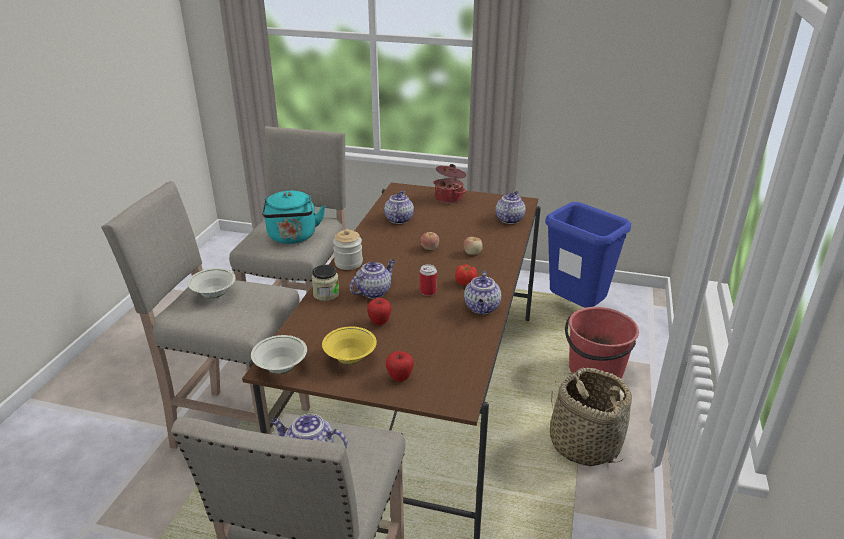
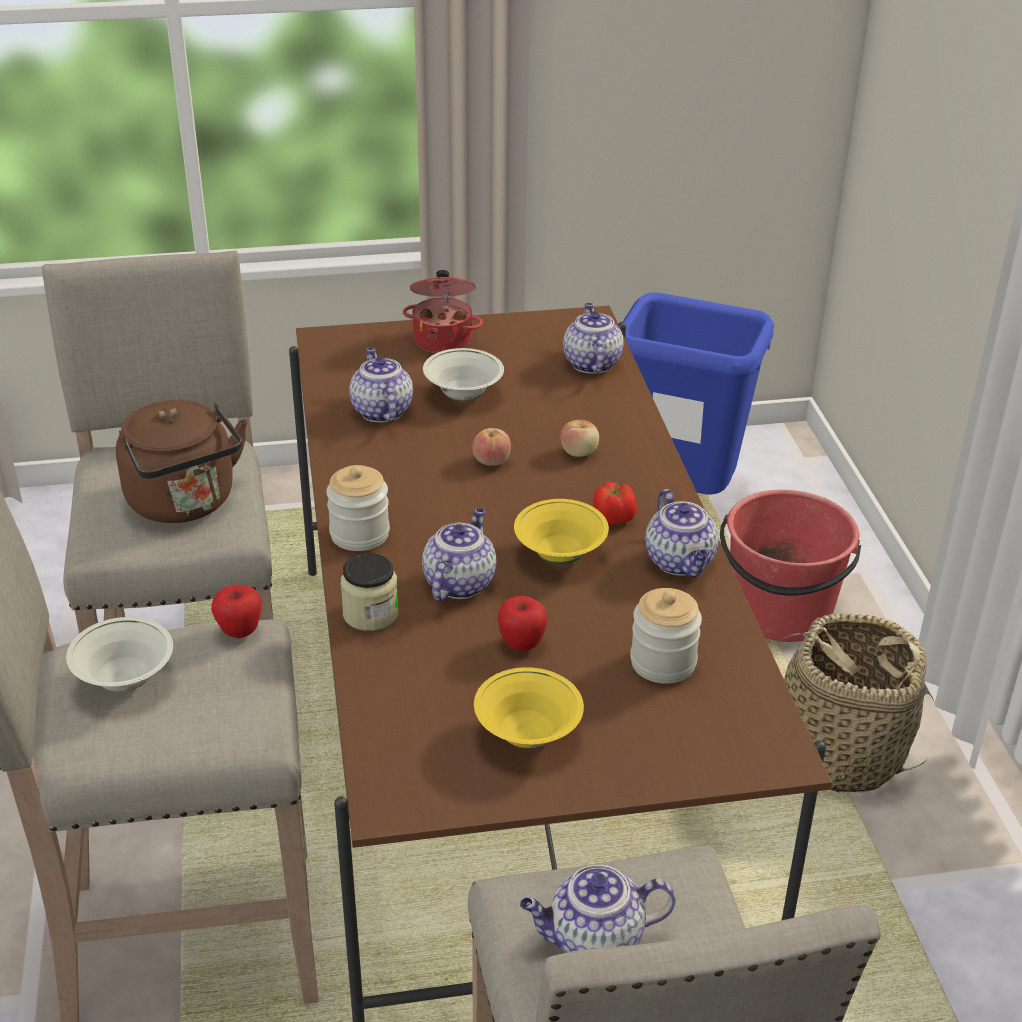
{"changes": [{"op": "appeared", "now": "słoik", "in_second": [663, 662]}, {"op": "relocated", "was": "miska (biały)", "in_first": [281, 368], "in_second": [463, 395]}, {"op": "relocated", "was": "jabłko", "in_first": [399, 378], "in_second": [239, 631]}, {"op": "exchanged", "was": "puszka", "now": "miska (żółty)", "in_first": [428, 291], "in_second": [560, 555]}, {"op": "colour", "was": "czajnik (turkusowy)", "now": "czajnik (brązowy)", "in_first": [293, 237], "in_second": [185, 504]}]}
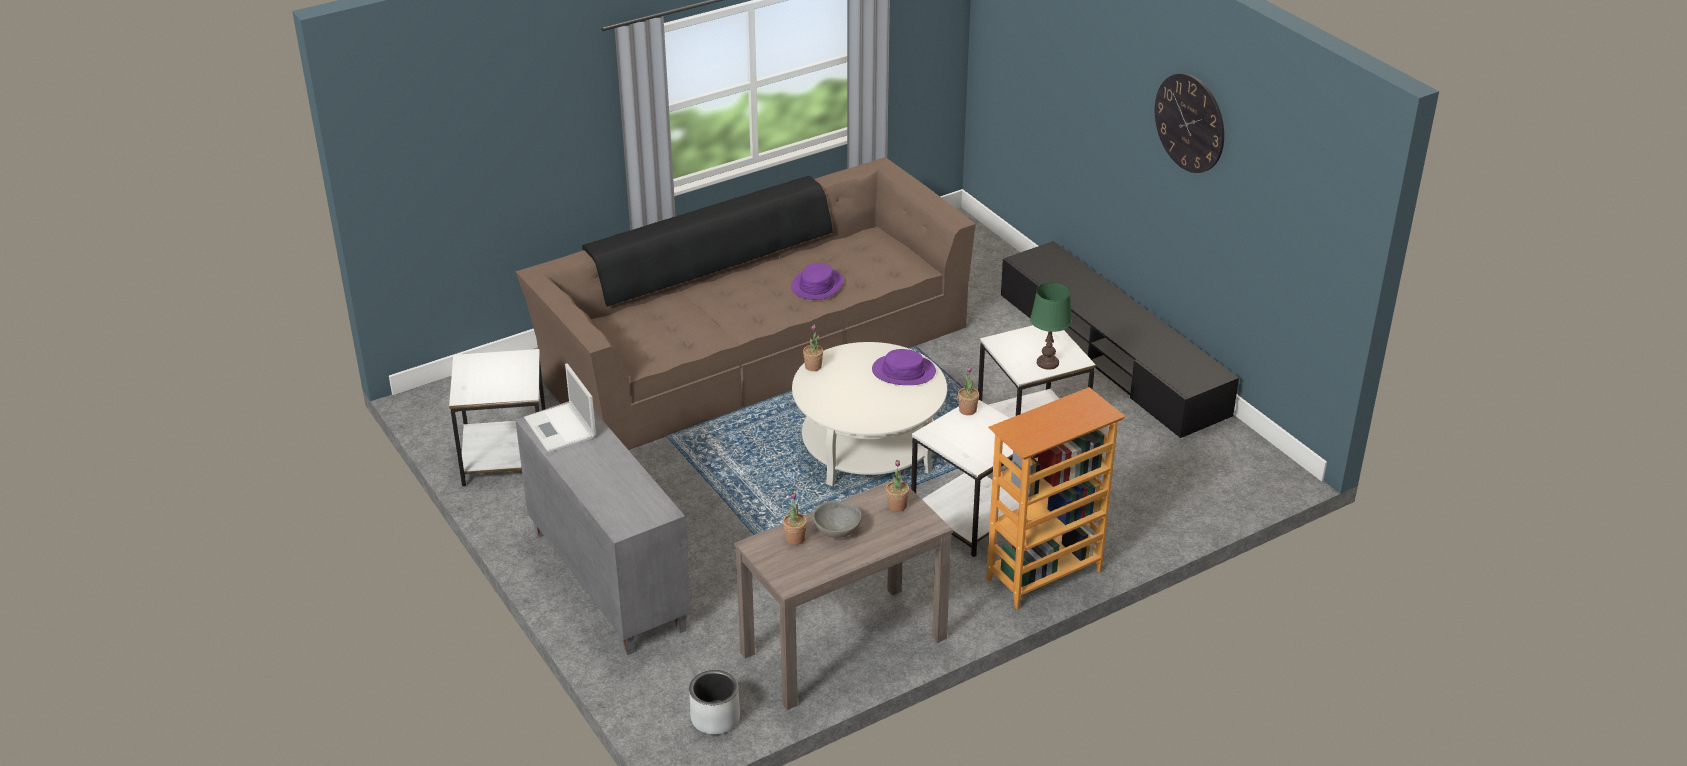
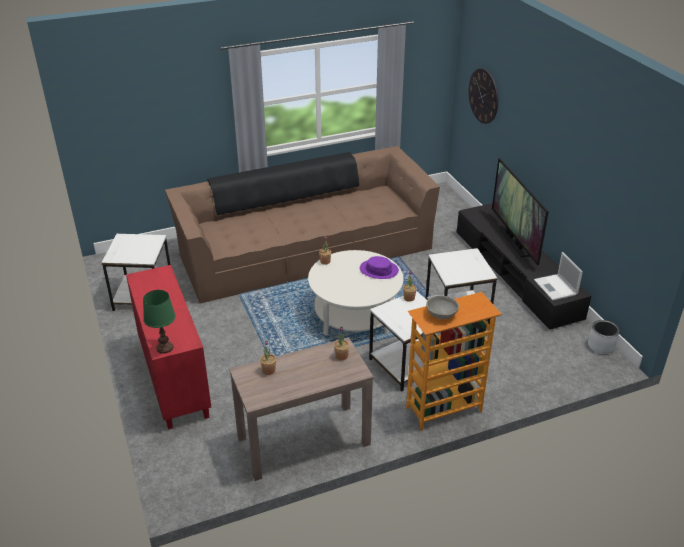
{"changes": [{"op": "missing", "was": "kapelusz (fioletowy)", "in_first": [817, 285]}, {"op": "appeared", "now": "telewizor", "in_second": [514, 241]}, {"op": "relocated", "was": "laptop", "in_first": [561, 429], "in_second": [556, 288]}, {"op": "relocated", "was": "donica (szary)", "in_first": [715, 718], "in_second": [601, 346]}, {"op": "relocated", "was": "miska (szary)", "in_first": [838, 530], "in_second": [442, 314]}, {"op": "relocated", "was": "lampa stołowa (zielony)", "in_first": [1048, 363], "in_second": [165, 348]}, {"op": "relocated", "was": "zegar ścienny", "in_first": [1190, 123], "in_second": [483, 96]}, {"op": "colour", "was": "szafka (szary)", "now": "szafka (czerwony)", "in_first": [606, 580], "in_second": [173, 378]}]}
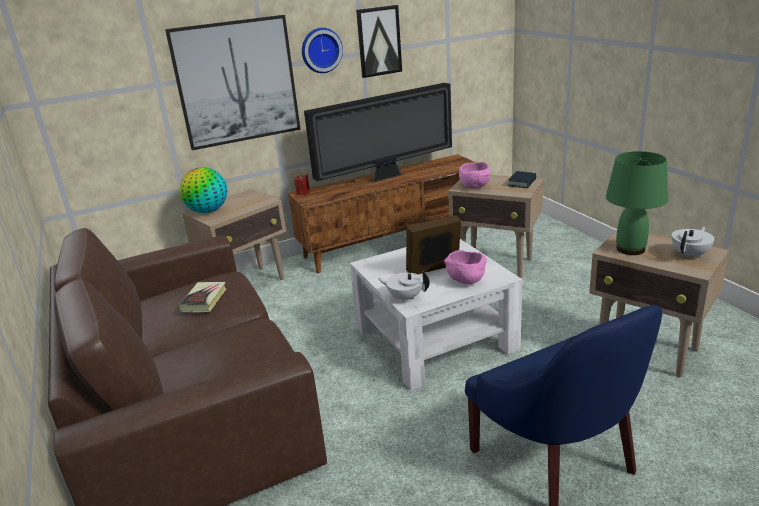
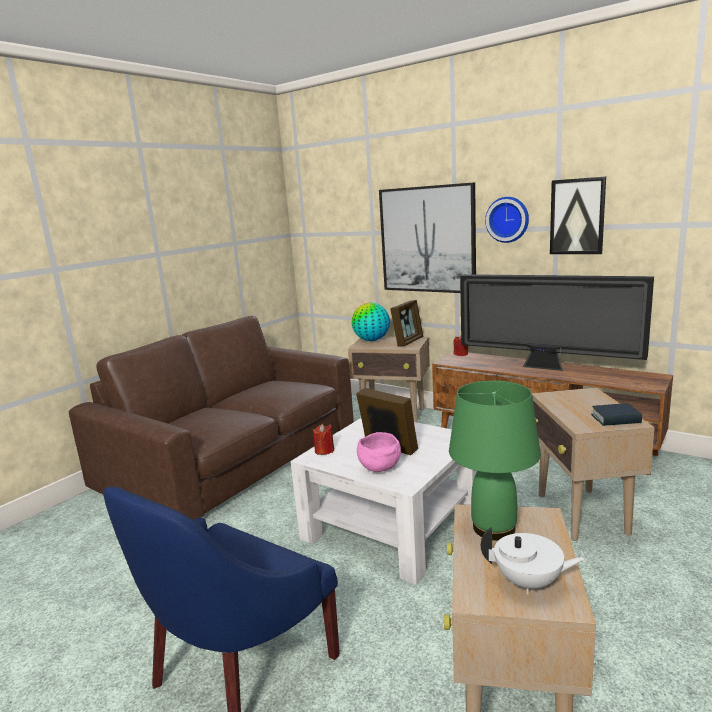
{"changes": [{"op": "missing", "was": "książka", "in_first": [204, 300]}, {"op": "missing", "was": "miska (różowy)", "in_first": [475, 187]}, {"op": "appeared", "now": "ramka na zdjęcie", "in_second": [408, 341]}, {"op": "exchanged", "was": "imbryk (biały)", "now": "świeca (czerwony)", "in_first": [405, 297], "in_second": [324, 451]}]}
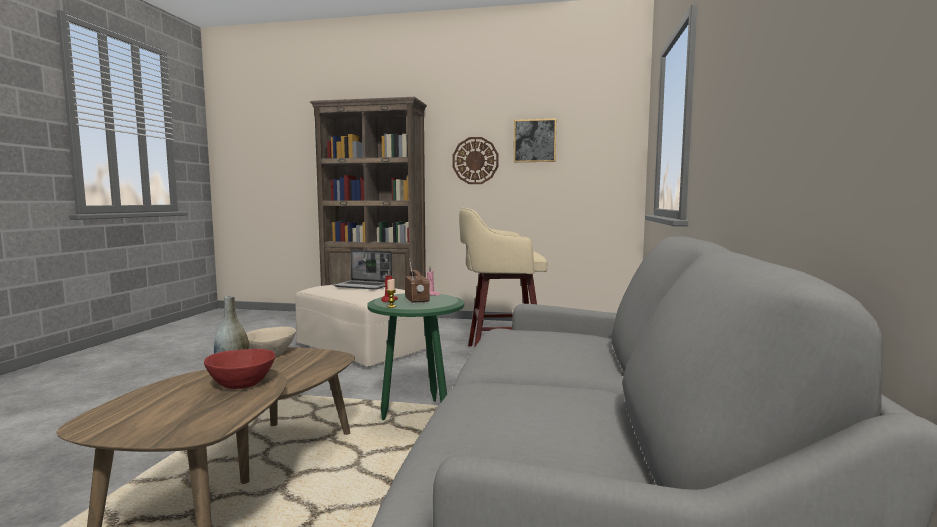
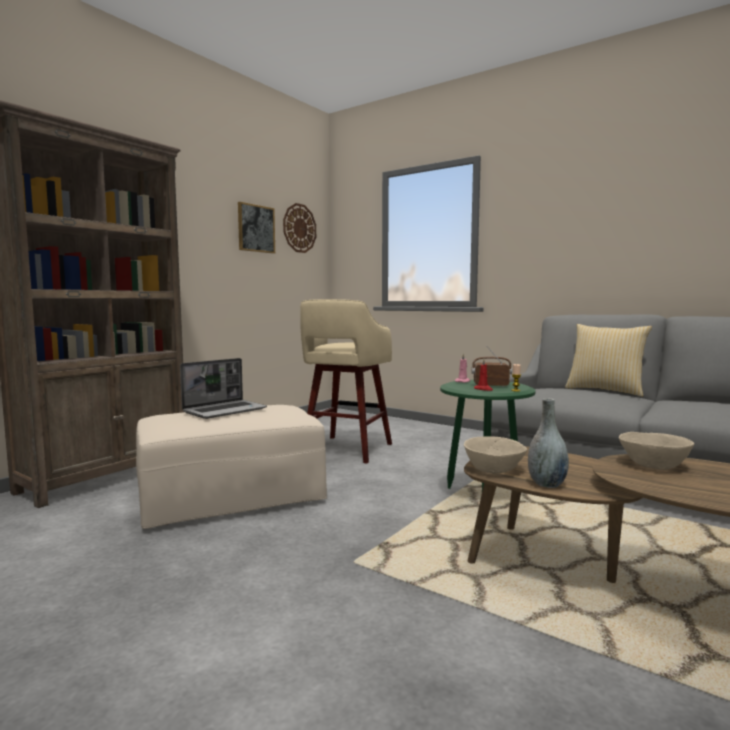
{"changes": [{"op": "appeared", "now": "poduszka", "in_second": [605, 390]}, {"op": "relocated", "was": "zegar ścienny", "in_first": [475, 160], "in_second": [299, 228]}, {"op": "colour", "was": "miska (czerwony)", "now": "miska (beżowy)", "in_first": [242, 384], "in_second": [654, 465]}]}
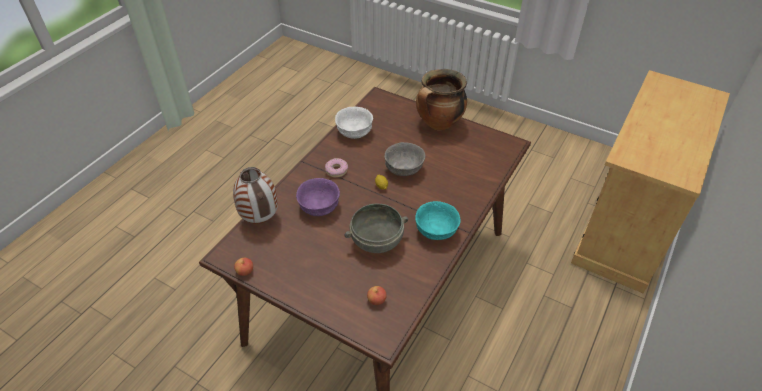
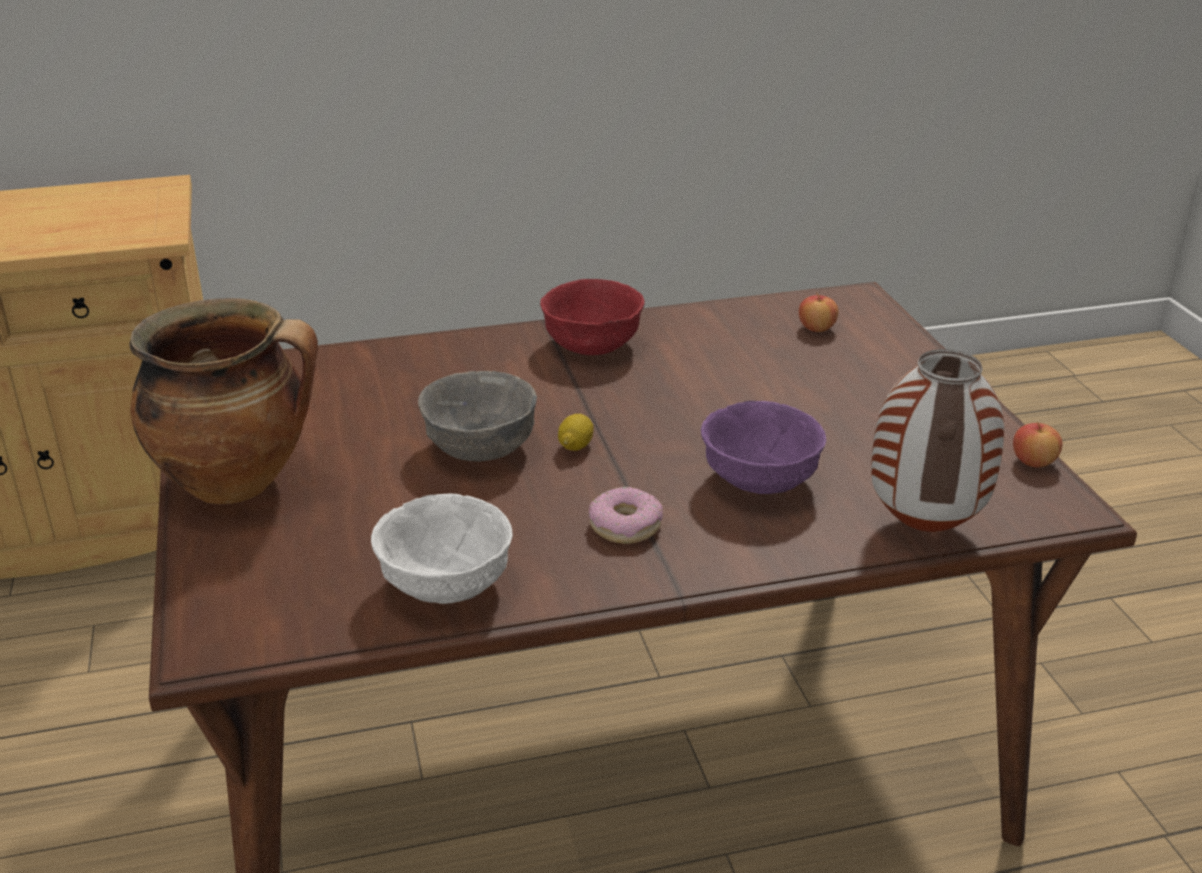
{"changes": [{"op": "missing", "was": "miska (szary)", "in_first": [377, 242]}, {"op": "colour", "was": "miska (turkusowy)", "now": "miska (czerwony)", "in_first": [435, 231], "in_second": [593, 345]}]}
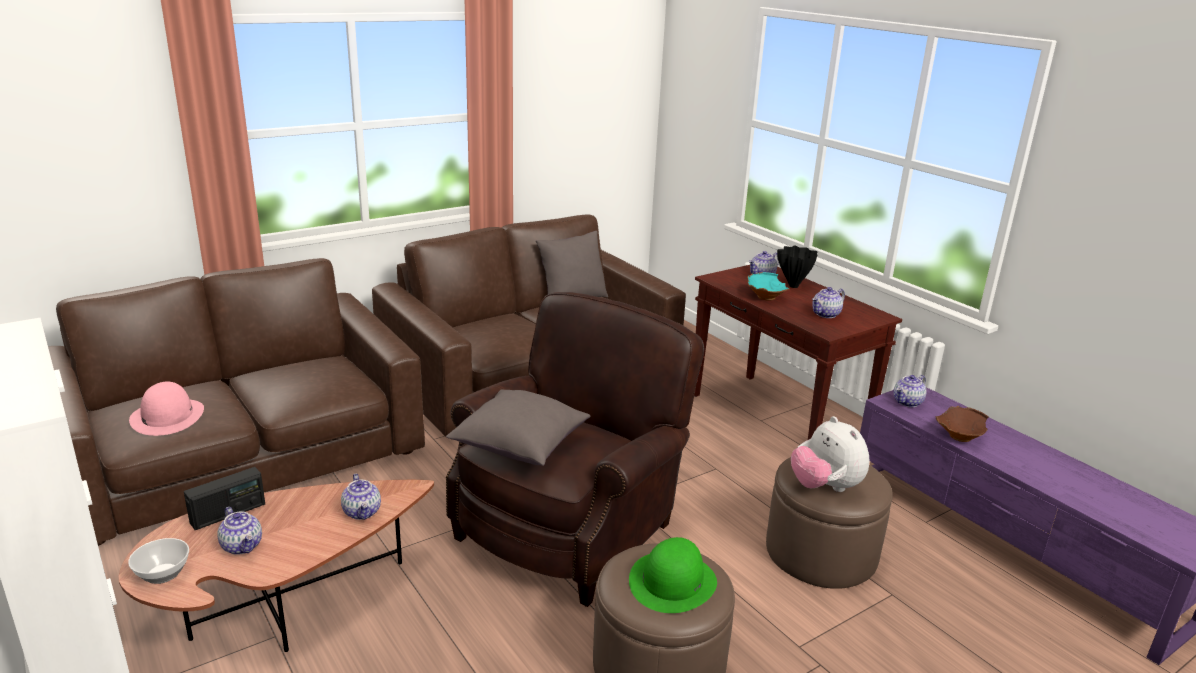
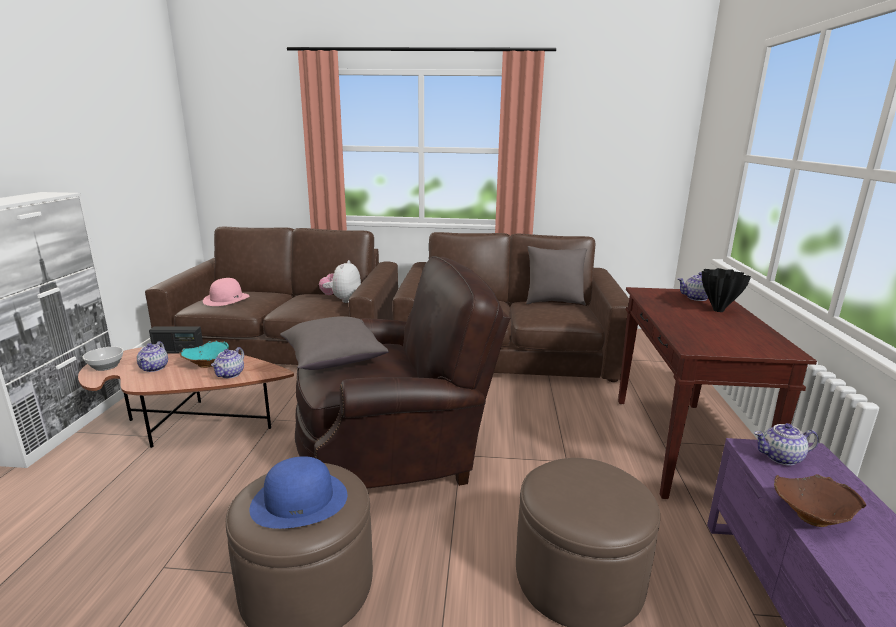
{"changes": [{"op": "missing", "was": "imbryk", "in_first": [826, 314]}, {"op": "relocated", "was": "miska (turkusowy)", "in_first": [764, 297], "in_second": [206, 364]}, {"op": "relocated", "was": "pluszak", "in_first": [825, 487], "in_second": [342, 300]}, {"op": "colour", "was": "kapelusz (zielony)", "now": "kapelusz (niebieski)", "in_first": [672, 581], "in_second": [299, 500]}]}
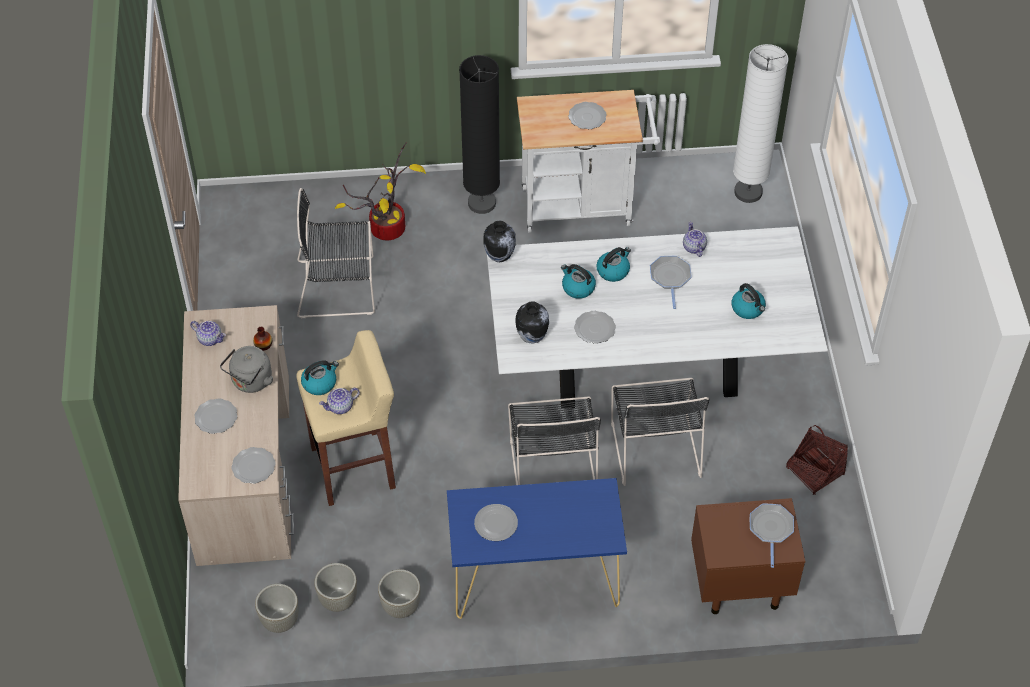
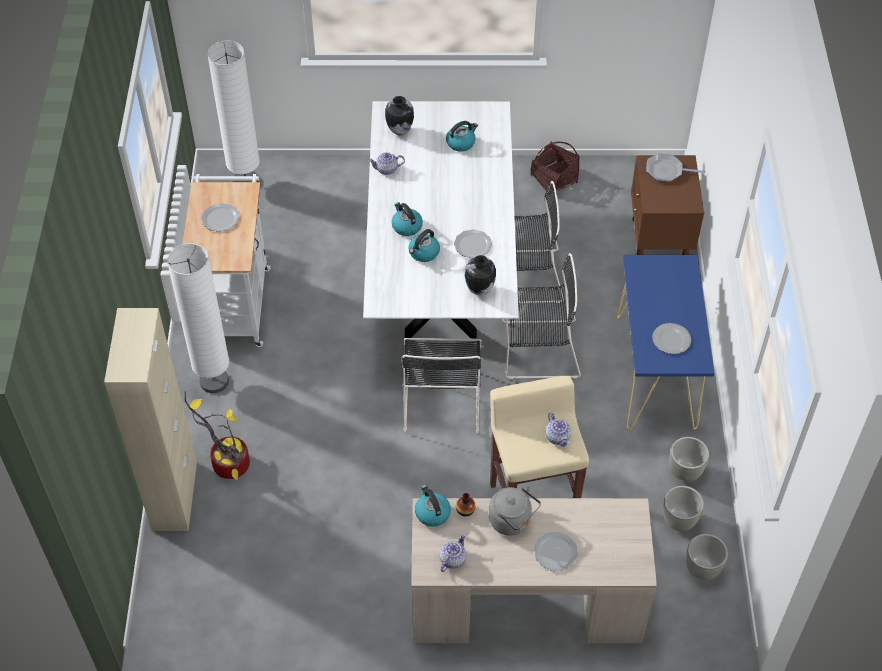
{"changes": [{"op": "missing", "was": "talerz", "in_first": [254, 467]}, {"op": "missing", "was": "patelnia", "in_first": [670, 278]}, {"op": "appeared", "now": "szafka (beżowy)", "in_second": [174, 495]}, {"op": "relocated", "was": "krzesło (czarny)", "in_first": [339, 287], "in_second": [441, 399]}, {"op": "relocated", "was": "czajnik", "in_first": [320, 383], "in_second": [432, 513]}, {"op": "relocated", "was": "wazon", "in_first": [500, 257], "in_second": [399, 131]}, {"op": "colour", "was": "lampa stojąca (czarny)", "now": "lampa stojąca (biały)", "in_first": [481, 203], "in_second": [214, 381]}]}
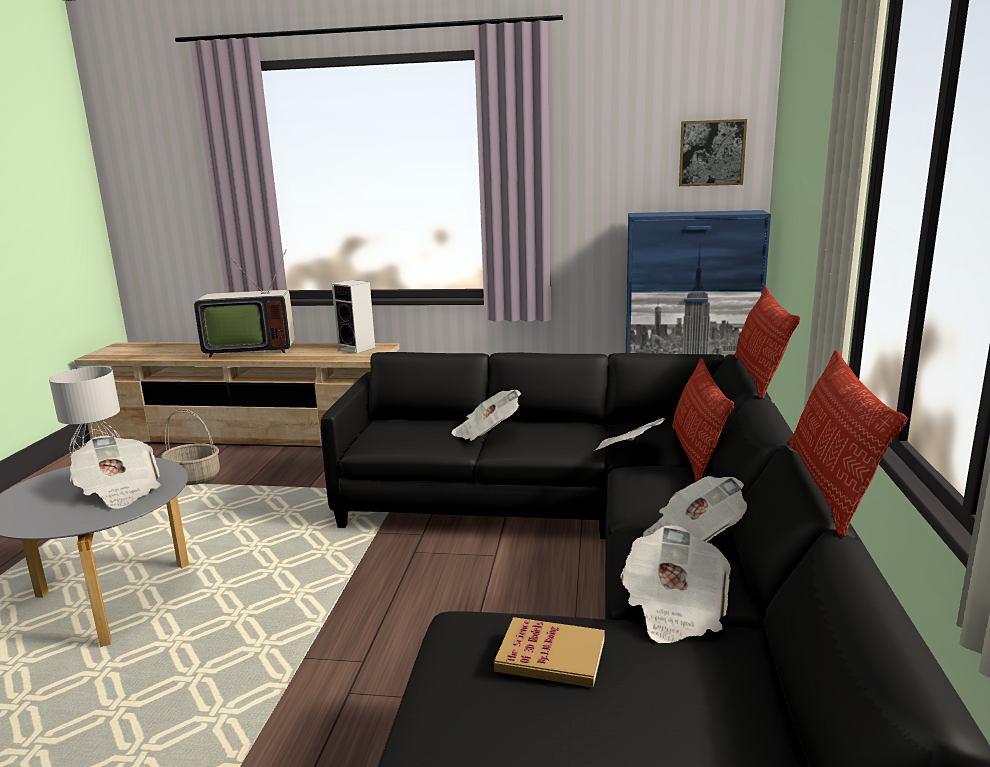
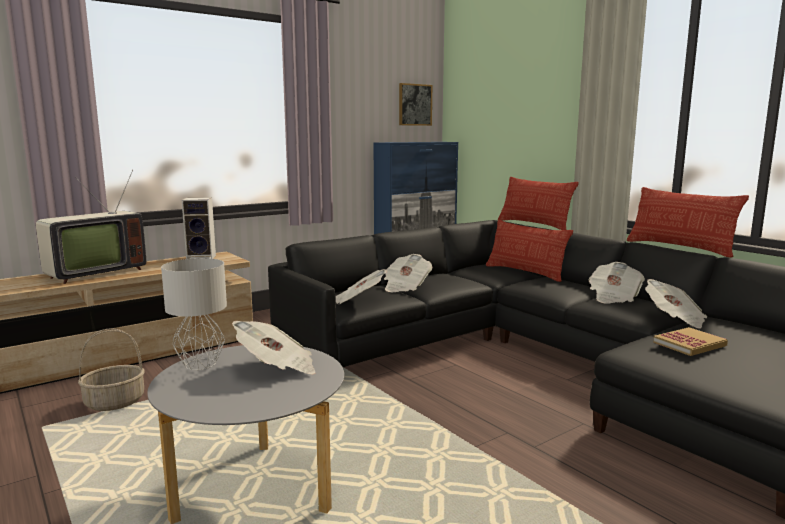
{"changes": [{"op": "relocated", "was": "gazeta", "in_first": [627, 453], "in_second": [358, 301]}]}
